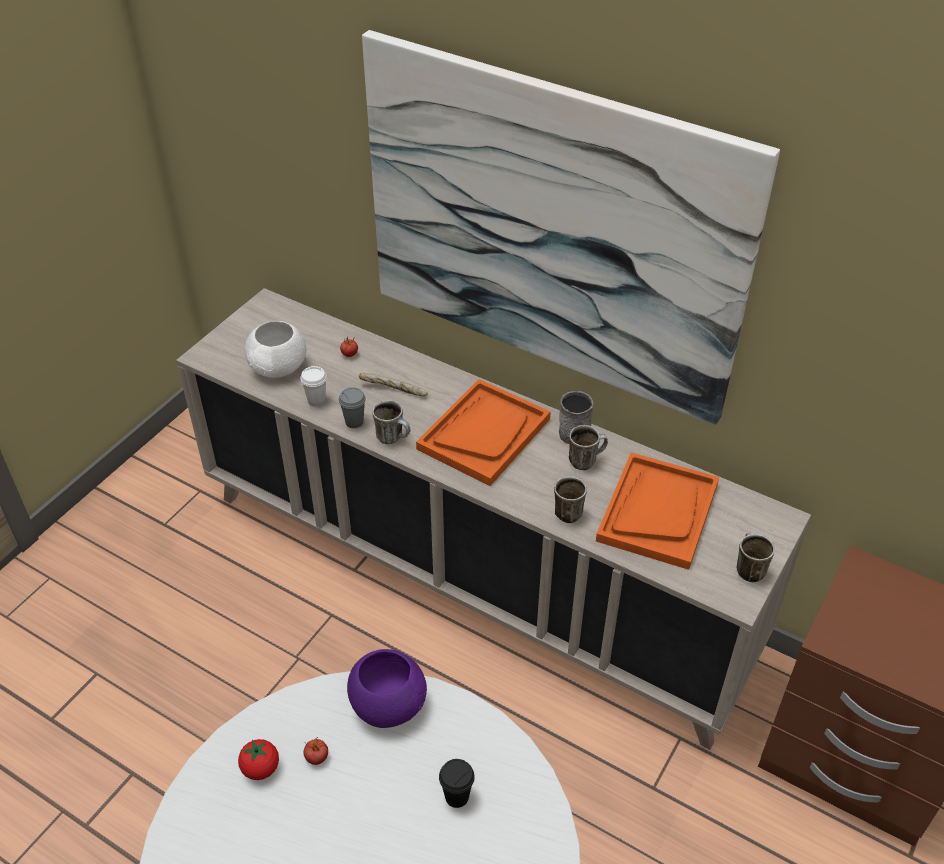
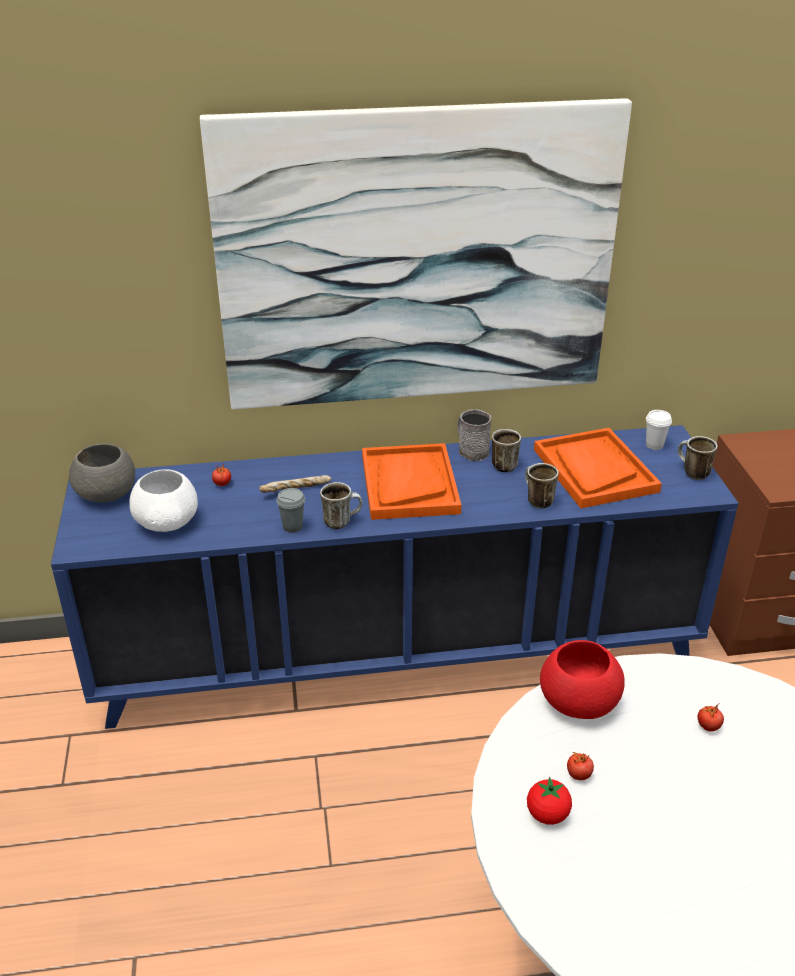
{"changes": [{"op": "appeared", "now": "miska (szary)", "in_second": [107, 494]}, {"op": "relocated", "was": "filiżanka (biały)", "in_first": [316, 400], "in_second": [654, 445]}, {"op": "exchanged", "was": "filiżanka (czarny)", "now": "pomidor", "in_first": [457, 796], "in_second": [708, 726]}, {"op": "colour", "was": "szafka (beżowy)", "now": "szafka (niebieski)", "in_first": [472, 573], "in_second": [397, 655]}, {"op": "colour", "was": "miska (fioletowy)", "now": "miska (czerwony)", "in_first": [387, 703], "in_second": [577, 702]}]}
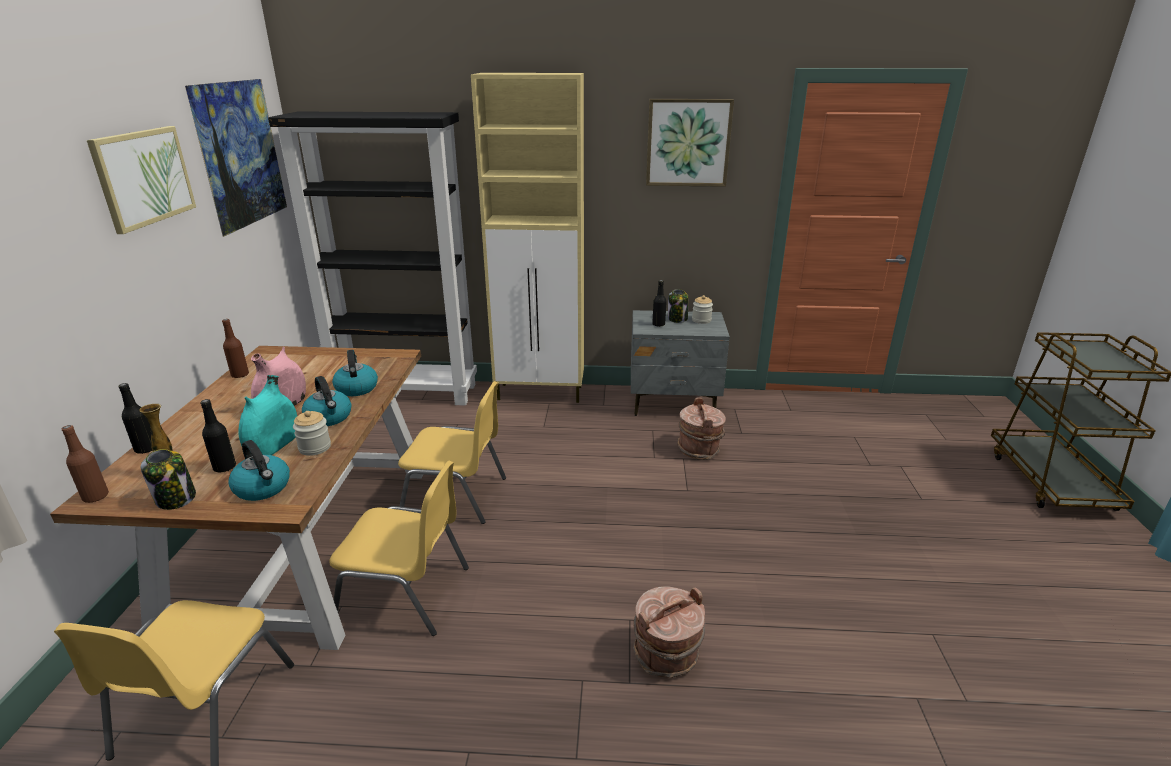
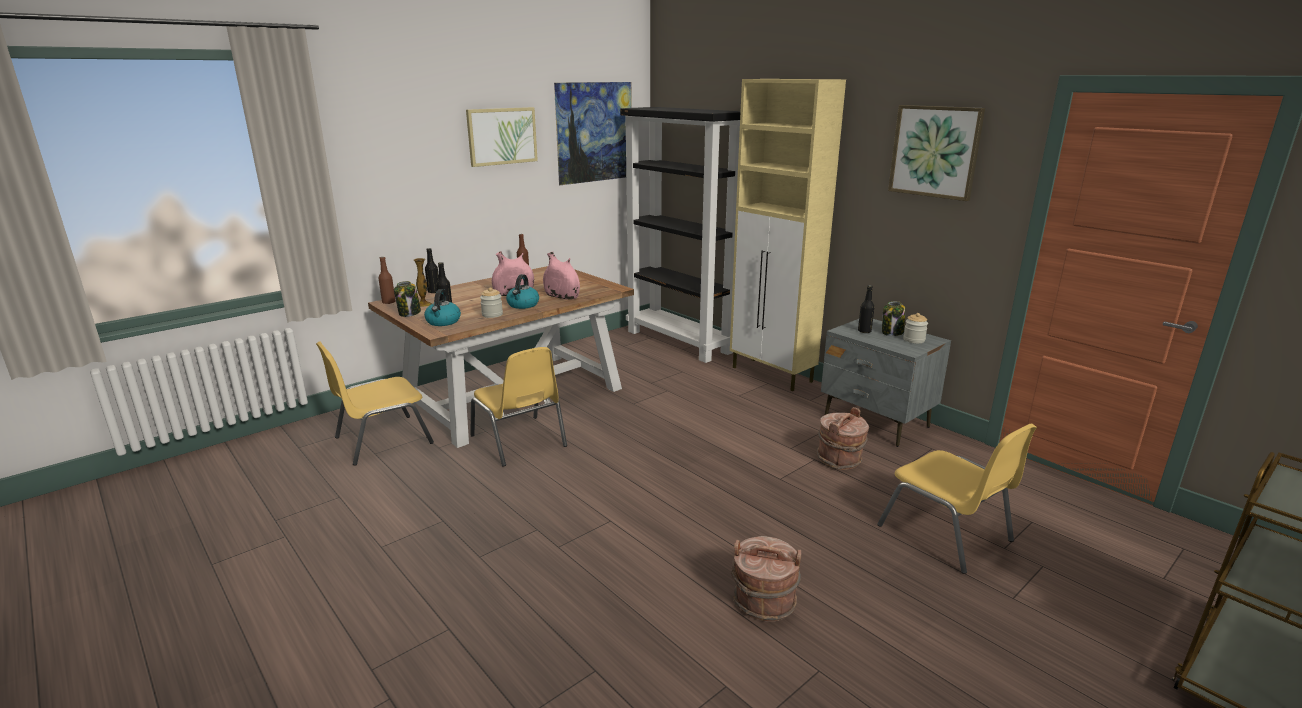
{"changes": [{"op": "missing", "was": "wazon (turkusowy)", "in_first": [274, 446]}, {"op": "relocated", "was": "krzesło (żółty)", "in_first": [456, 496], "in_second": [946, 534]}, {"op": "relocated", "was": "wiadro (brązowy)", "in_first": [666, 655], "in_second": [763, 603]}, {"op": "exchanged", "was": "czajnik", "now": "wazon (różowy)", "in_first": [356, 388], "in_second": [562, 296]}]}
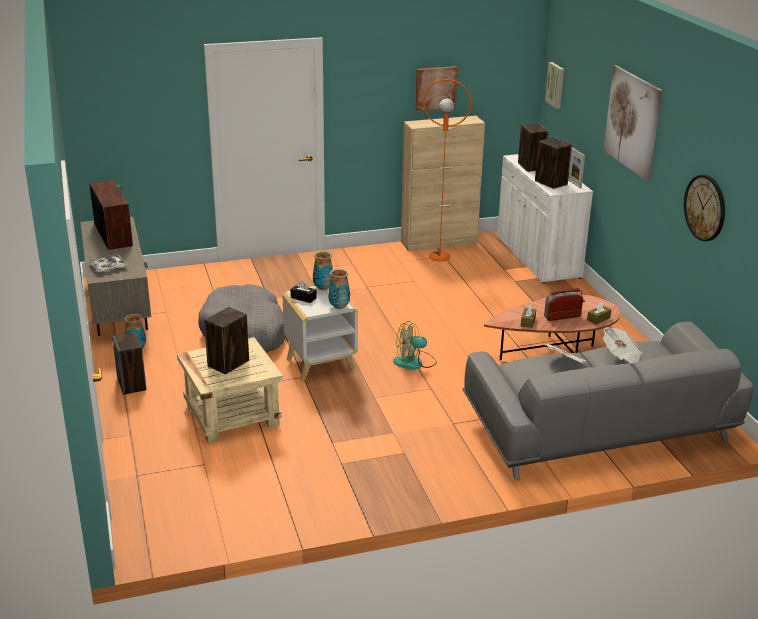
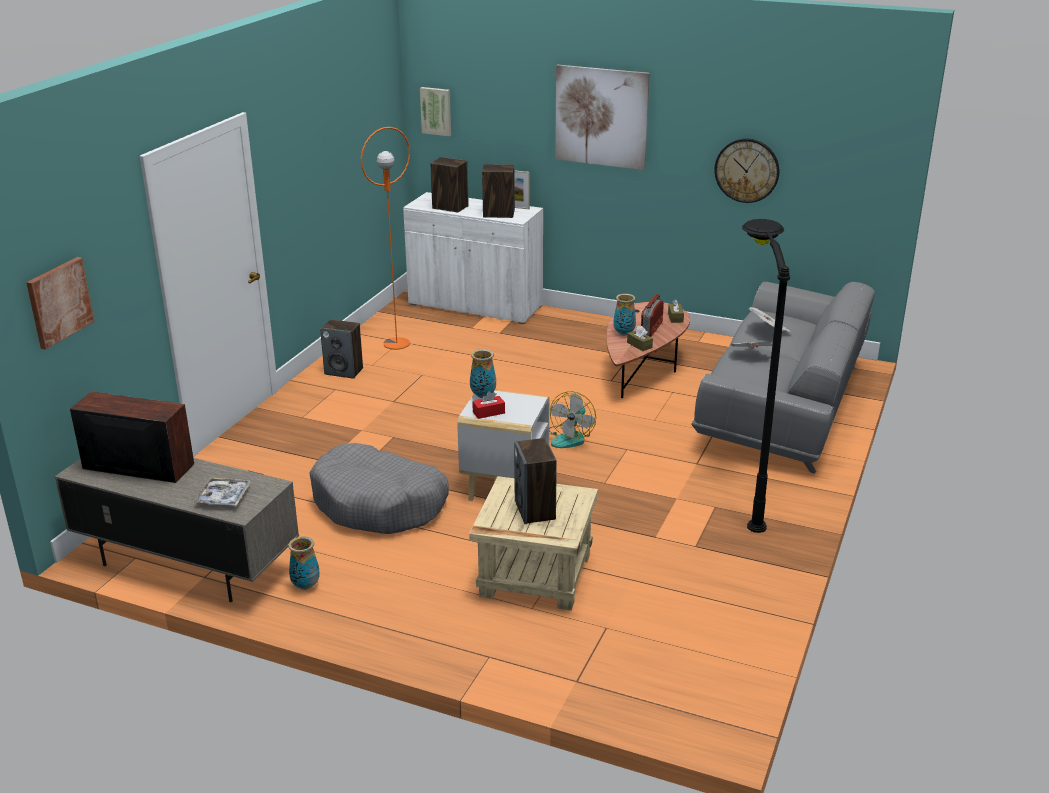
{"changes": [{"op": "missing", "was": "szafka (beżowy)", "in_first": [439, 242]}, {"op": "appeared", "now": "lampa stojąca (czarny)", "in_second": [743, 494]}, {"op": "relocated", "was": "głośnik", "in_first": [132, 385], "in_second": [344, 371]}, {"op": "relocated", "was": "wazon", "in_first": [339, 307], "in_second": [624, 333]}, {"op": "relocated", "was": "obraz", "in_first": [435, 88], "in_second": [59, 302]}, {"op": "colour", "was": "pudełko chusteczek (czarny)", "now": "pudełko chusteczek (czerwony)", "in_first": [303, 298], "in_second": [488, 412]}]}
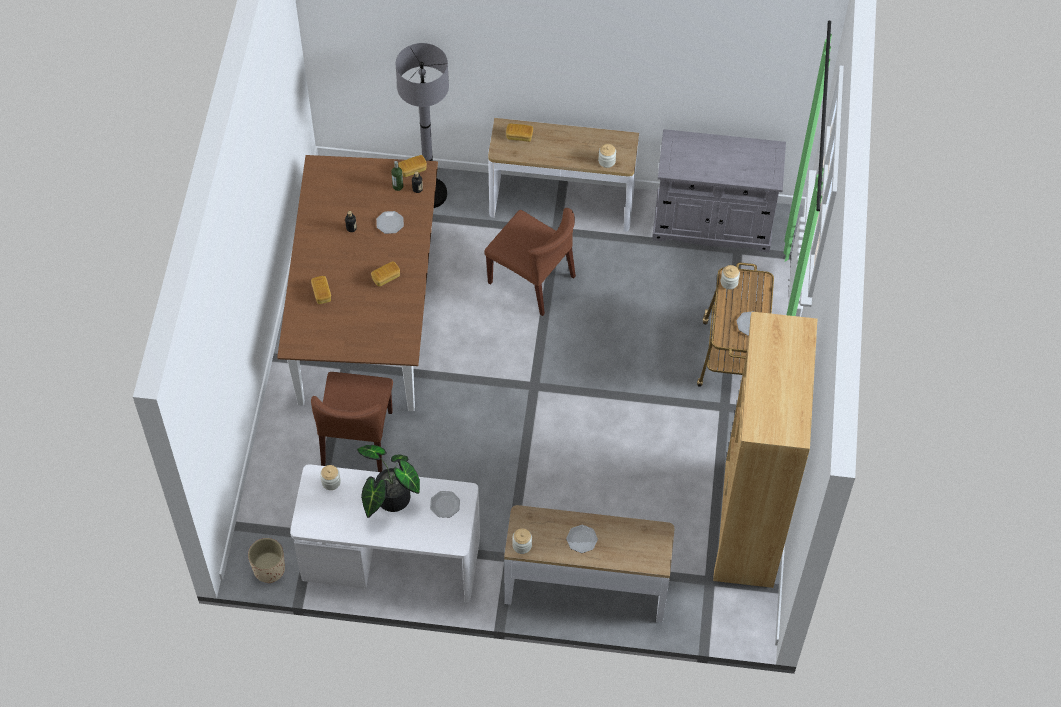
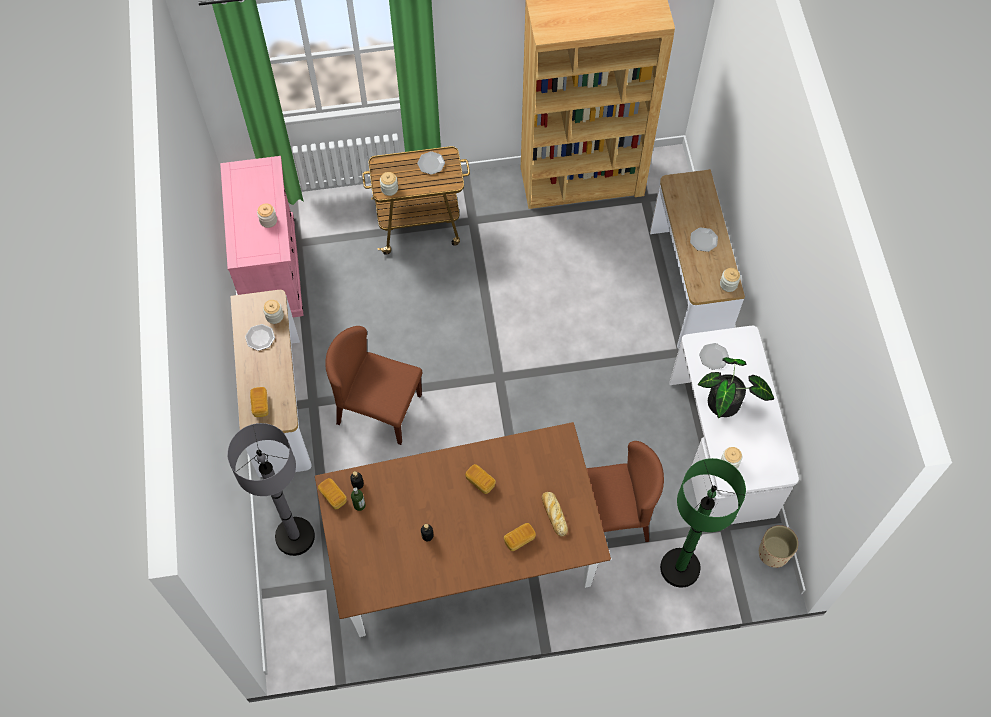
{"changes": [{"op": "appeared", "now": "słoik", "in_second": [268, 220]}, {"op": "appeared", "now": "chleb", "in_second": [554, 514]}, {"op": "appeared", "now": "lampa stojąca (zielony)", "in_second": [680, 568]}, {"op": "relocated", "was": "talerz", "in_first": [389, 223], "in_second": [260, 338]}, {"op": "colour", "was": "szafka (szary)", "now": "szafka (różowy)", "in_first": [712, 224], "in_second": [271, 269]}, {"op": "spun", "was": "krzesło (brązowy)", "in_first": [532, 280], "in_second": [378, 409], "clockwise": -90}]}
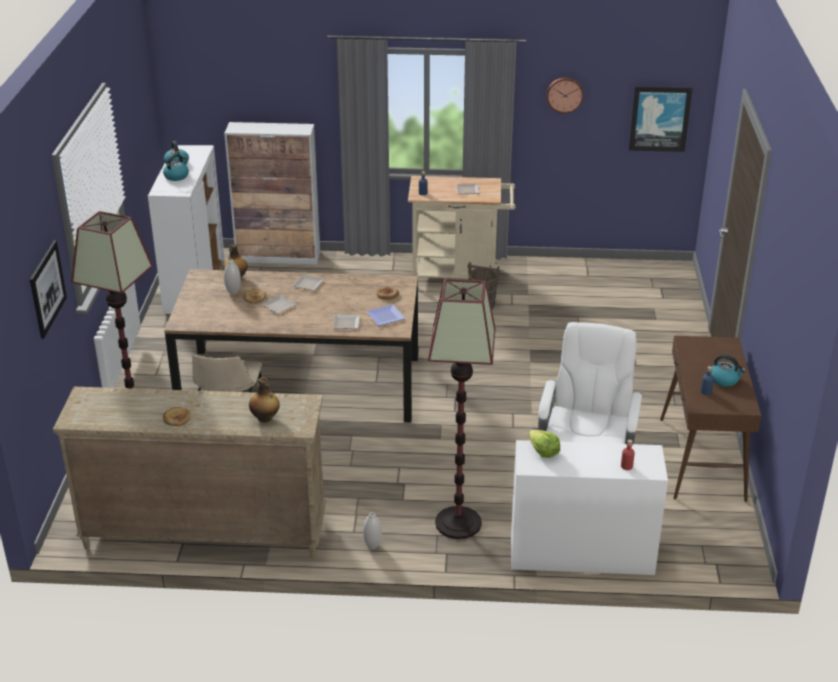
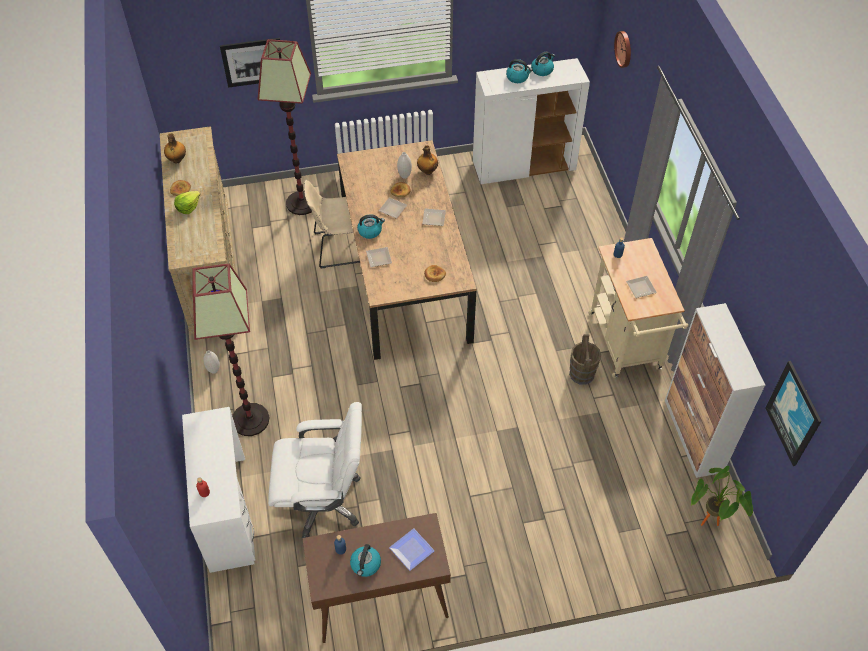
{"changes": [{"op": "appeared", "now": "czajnik", "in_second": [370, 231]}, {"op": "appeared", "now": "roślina doniczkowa", "in_second": [708, 525]}, {"op": "relocated", "was": "szafka", "in_first": [278, 257], "in_second": [693, 436]}, {"op": "relocated", "was": "butelka", "in_first": [265, 418], "in_second": [177, 160]}, {"op": "relocated", "was": "talerz", "in_first": [384, 316], "in_second": [412, 548]}, {"op": "relocated", "was": "sałata", "in_first": [543, 451], "in_second": [188, 207]}, {"op": "relocated", "was": "zegar ścienny", "in_first": [564, 94], "in_second": [624, 49]}]}
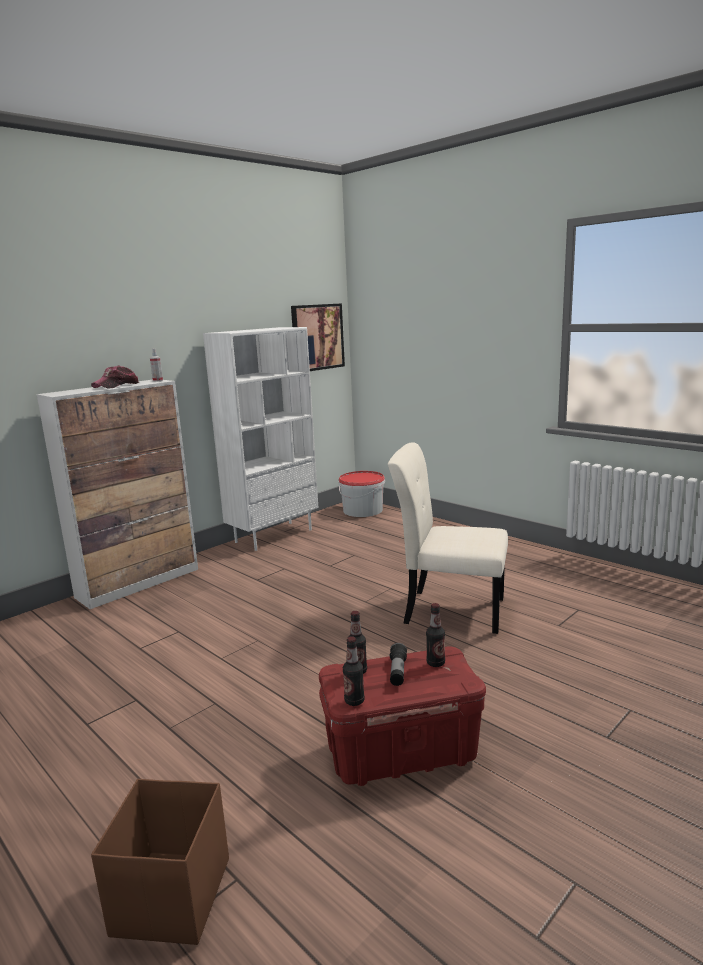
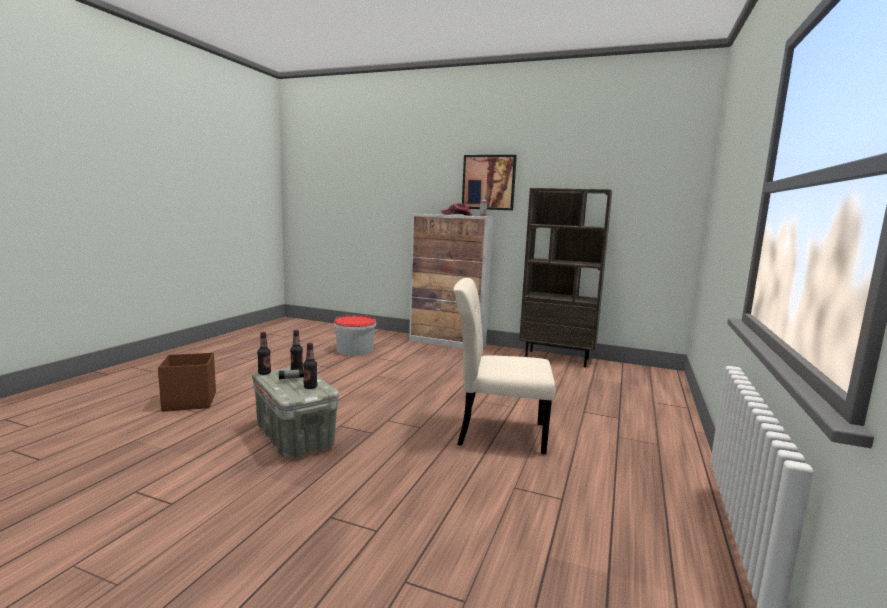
{"changes": [{"op": "relocated", "was": "obraz", "in_first": [317, 337], "in_second": [489, 182]}, {"op": "relocated", "was": "wiadro", "in_first": [363, 510], "in_second": [355, 350]}, {"op": "colour", "was": "regał (biały)", "now": "regał (brązowy)", "in_first": [273, 535], "in_second": [557, 358]}, {"op": "colour", "was": "pojemnik do przechowywania (czerwony)", "now": "pojemnik do przechowywania (szary)", "in_first": [401, 753], "in_second": [294, 436]}, {"op": "spun", "was": "krzesło (beżowy)", "in_first": [449, 610], "in_second": [497, 433], "clockwise": -75}]}
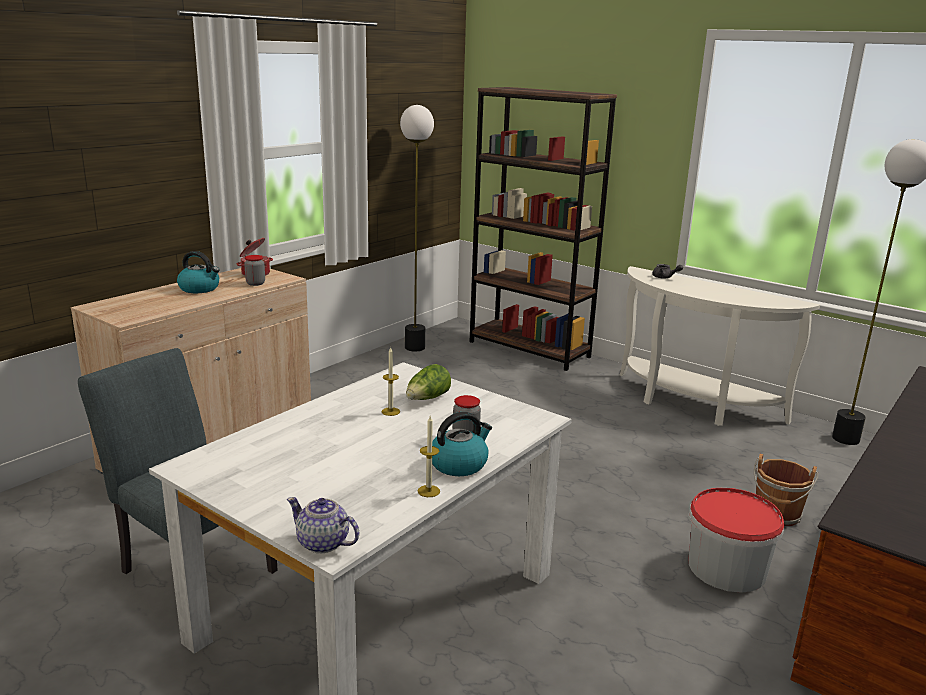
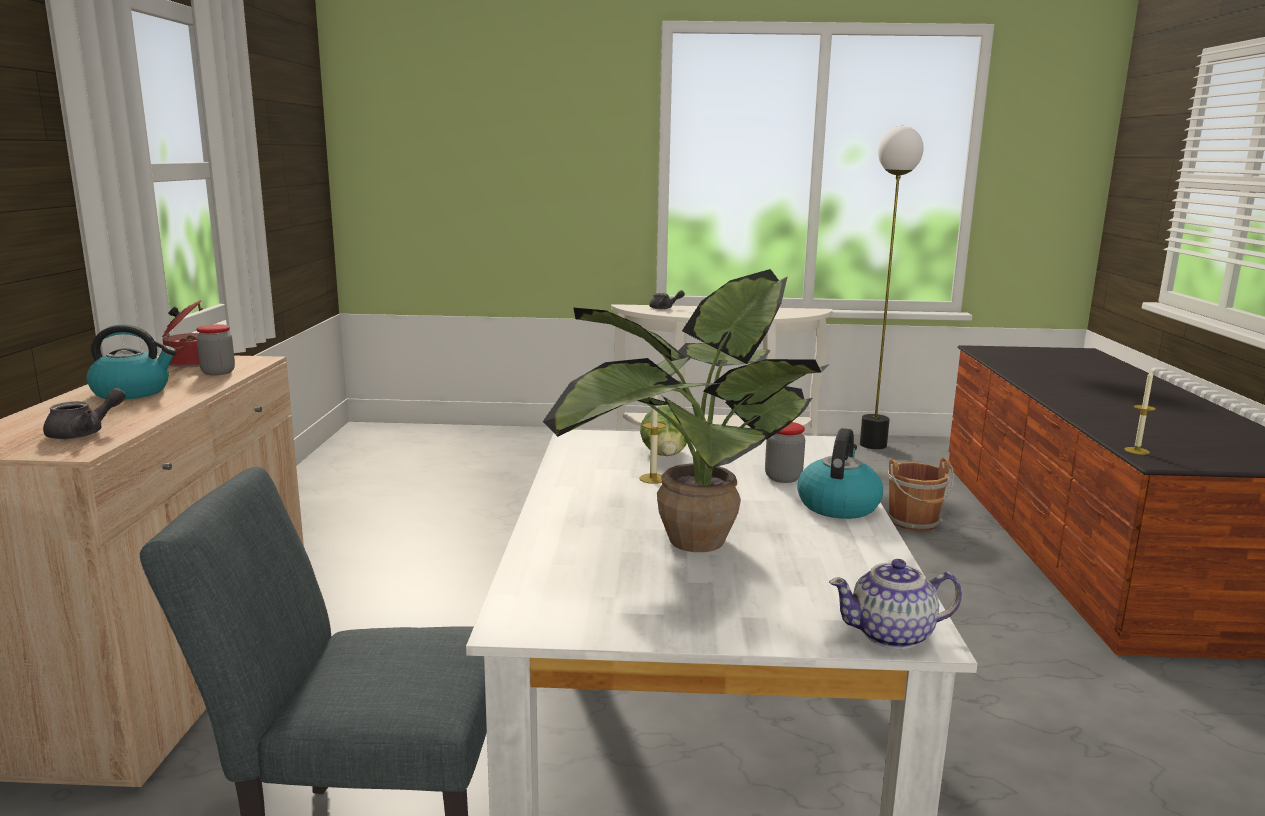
{"changes": [{"op": "missing", "was": "lampa stojąca", "in_first": [415, 347]}, {"op": "missing", "was": "regał (brązowy)", "in_first": [529, 349]}, {"op": "missing", "was": "wiadro", "in_first": [727, 568]}, {"op": "appeared", "now": "imbryk (szary)", "in_second": [84, 433]}, {"op": "appeared", "now": "roślina doniczkowa", "in_second": [684, 539]}, {"op": "relocated", "was": "świeca", "in_first": [428, 491], "in_second": [1136, 451]}]}
